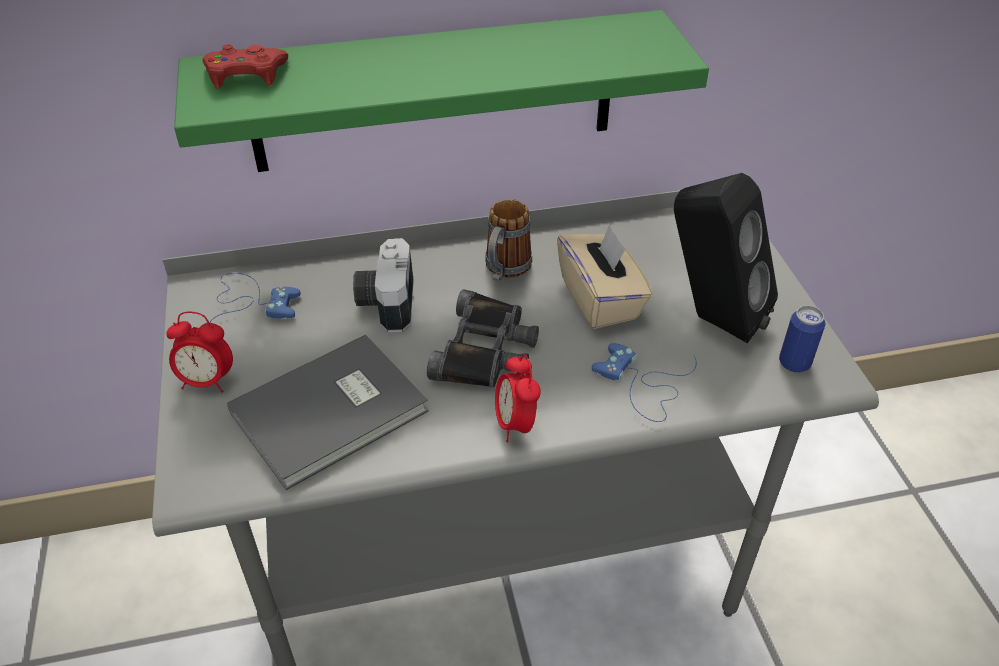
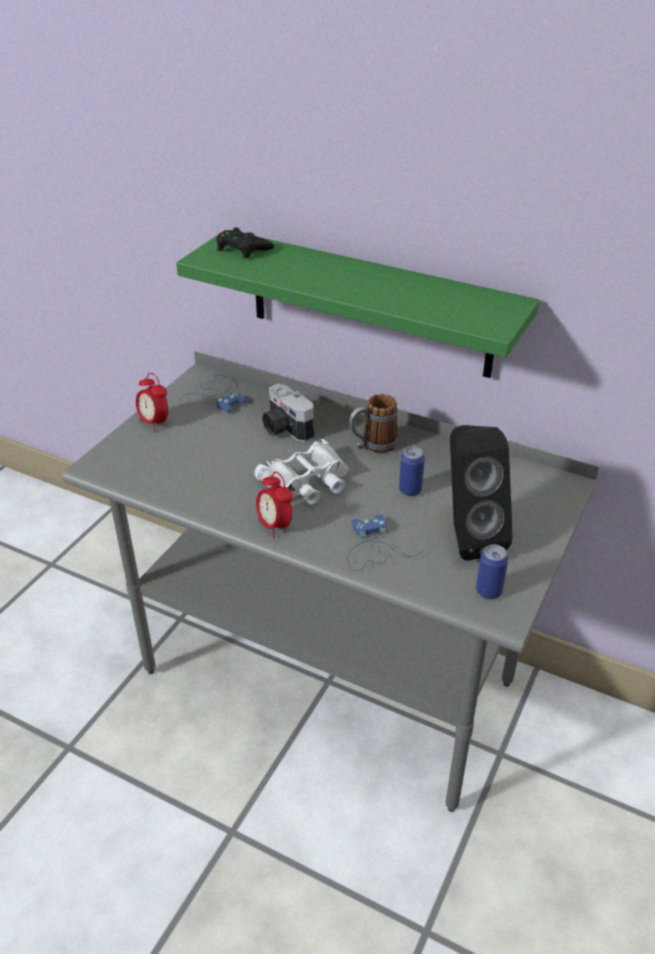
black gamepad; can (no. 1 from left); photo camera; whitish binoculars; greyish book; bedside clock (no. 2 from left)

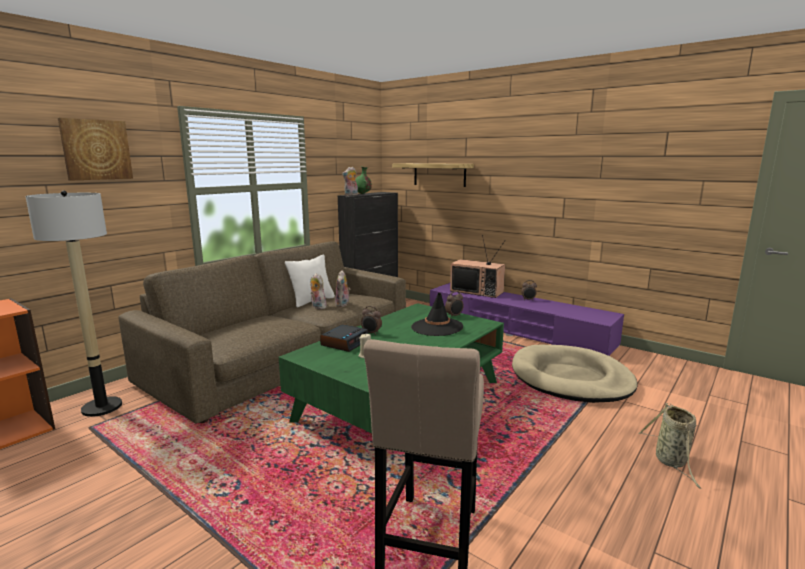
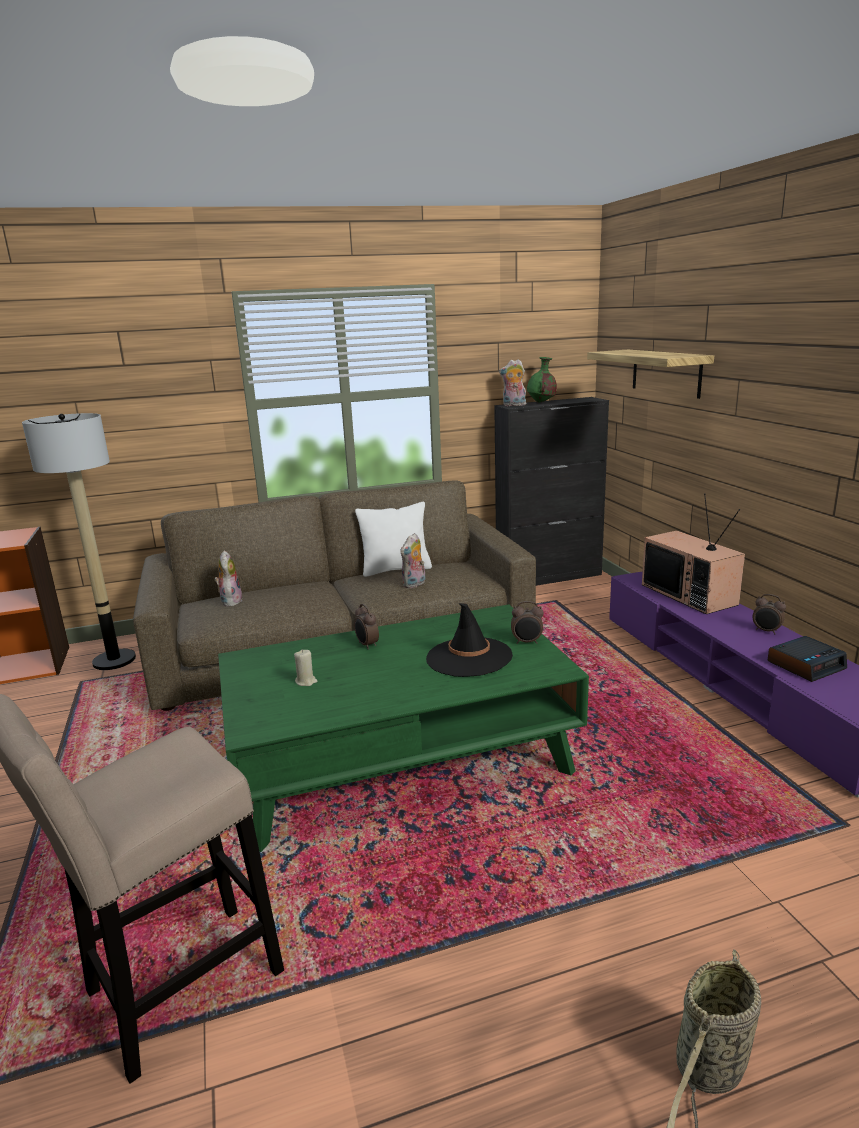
wall art; plush toy (no. 1 from left); bedside clock (no. 4 from left); beige dog cushion

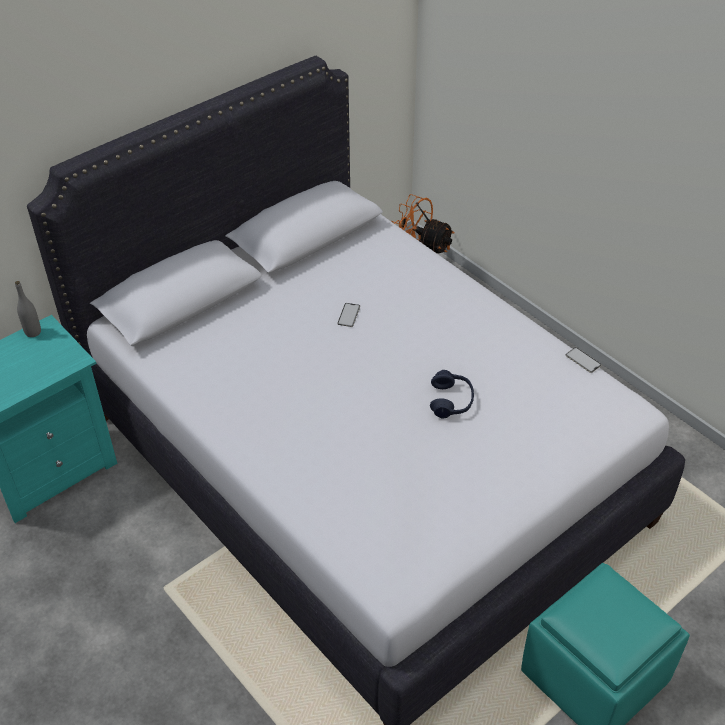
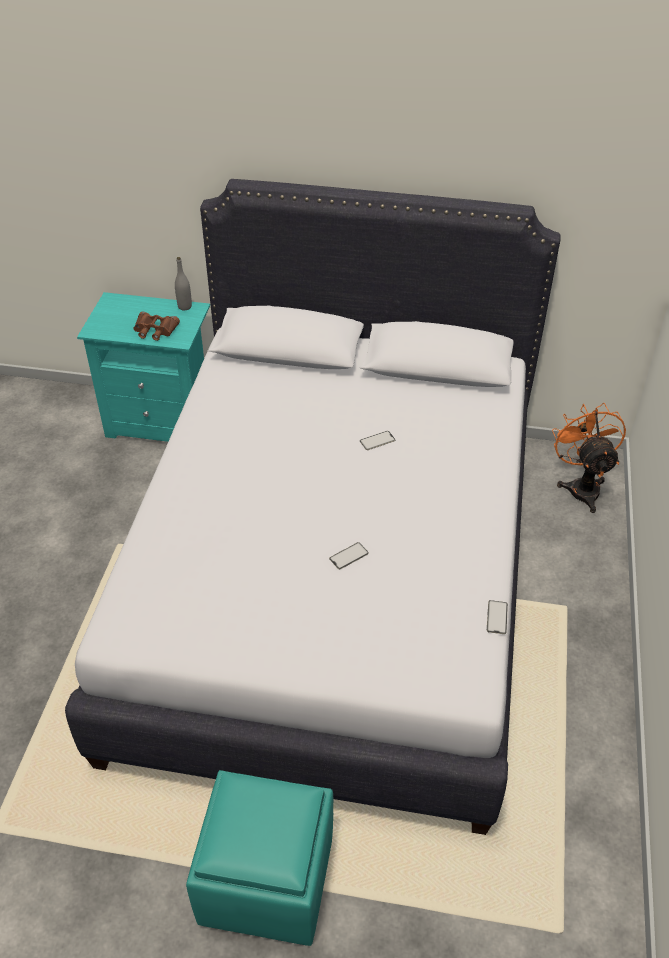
handset (no. 1 from left); brown-coloured binoculars

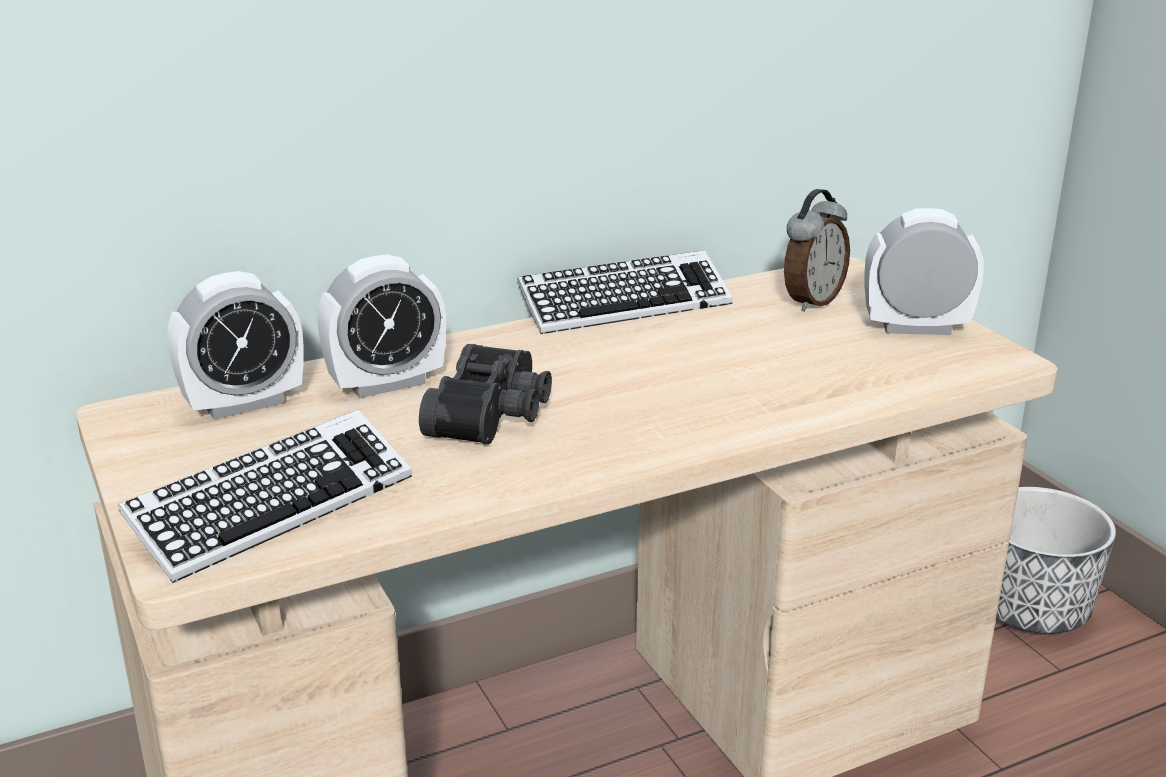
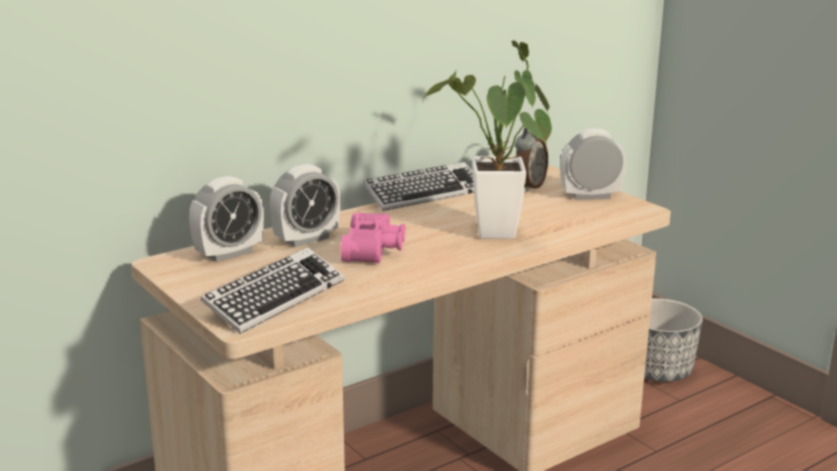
pink-coloured binoculars; houseplant

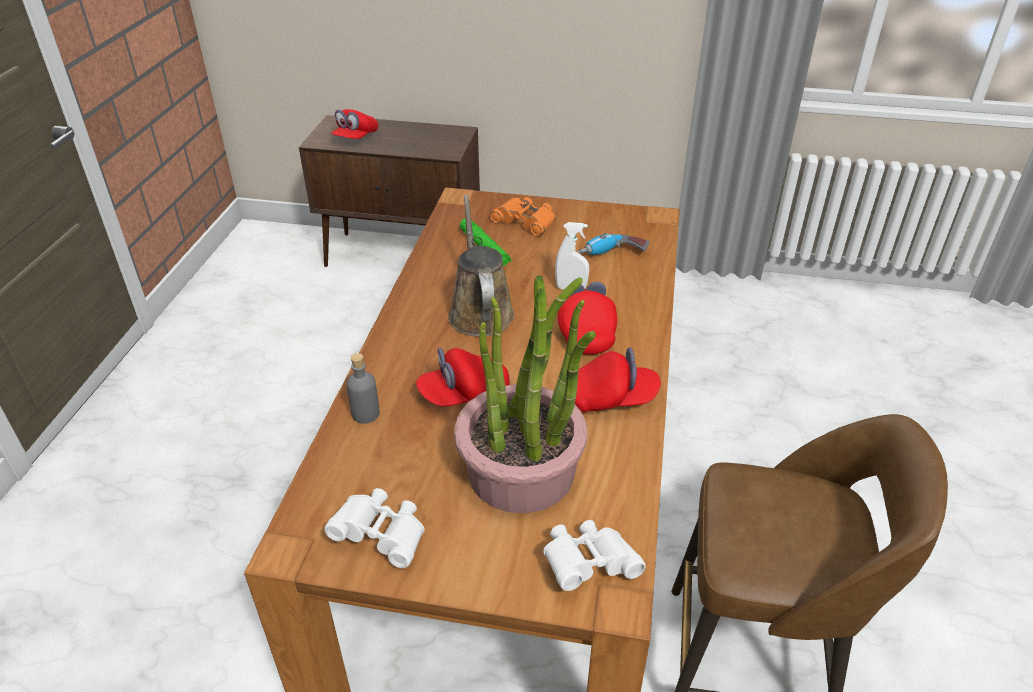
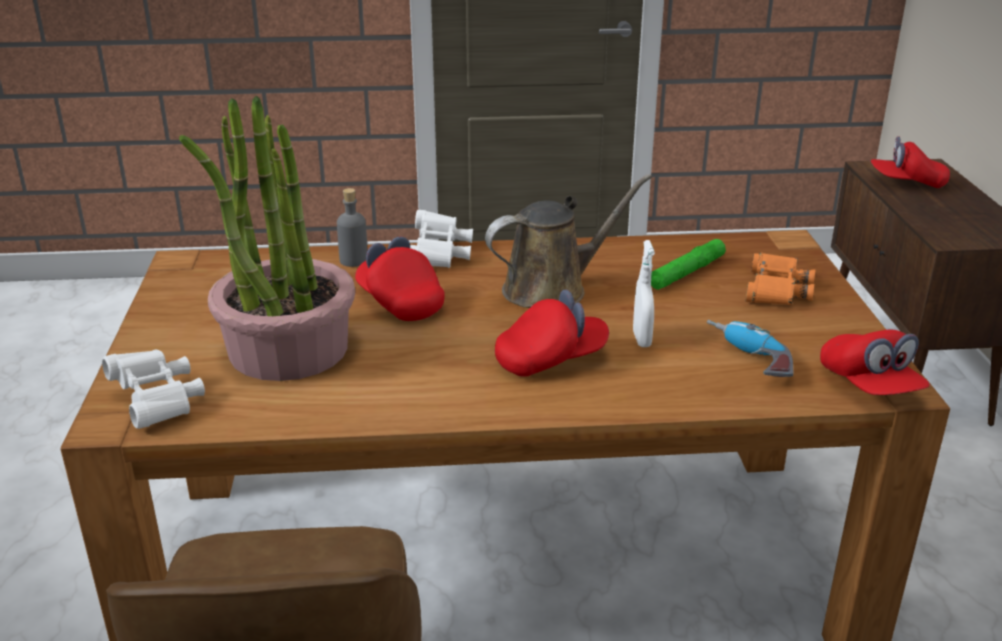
reddish baseball cap (no. 3 from left); whitish binoculars (no. 2 from left)

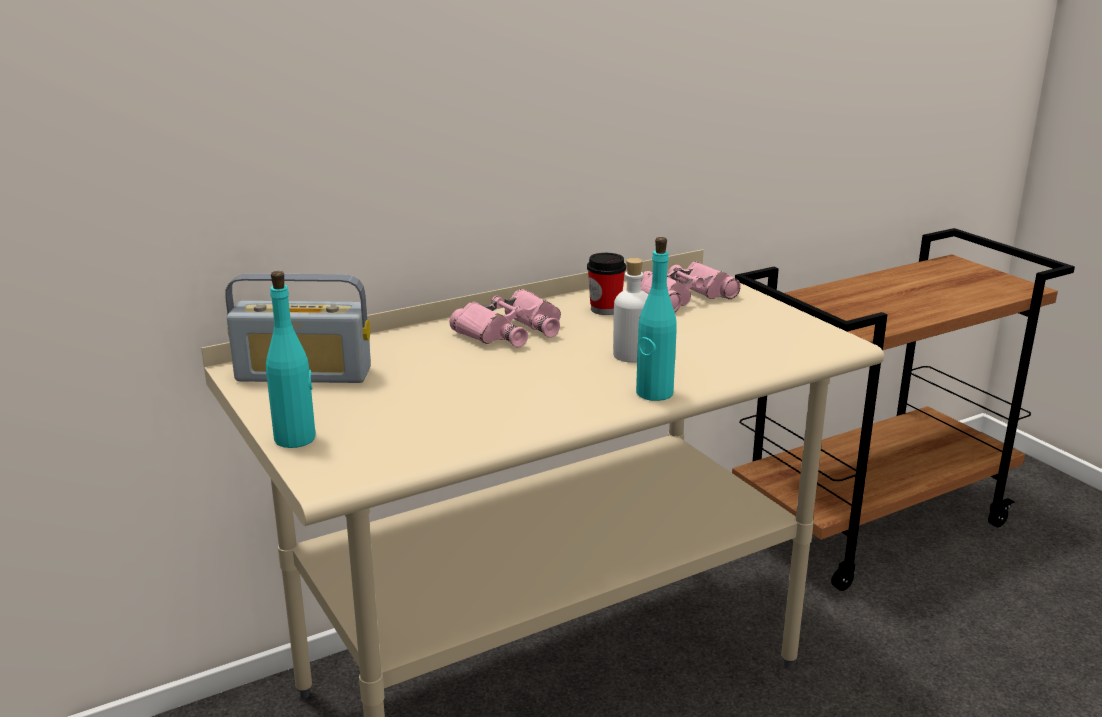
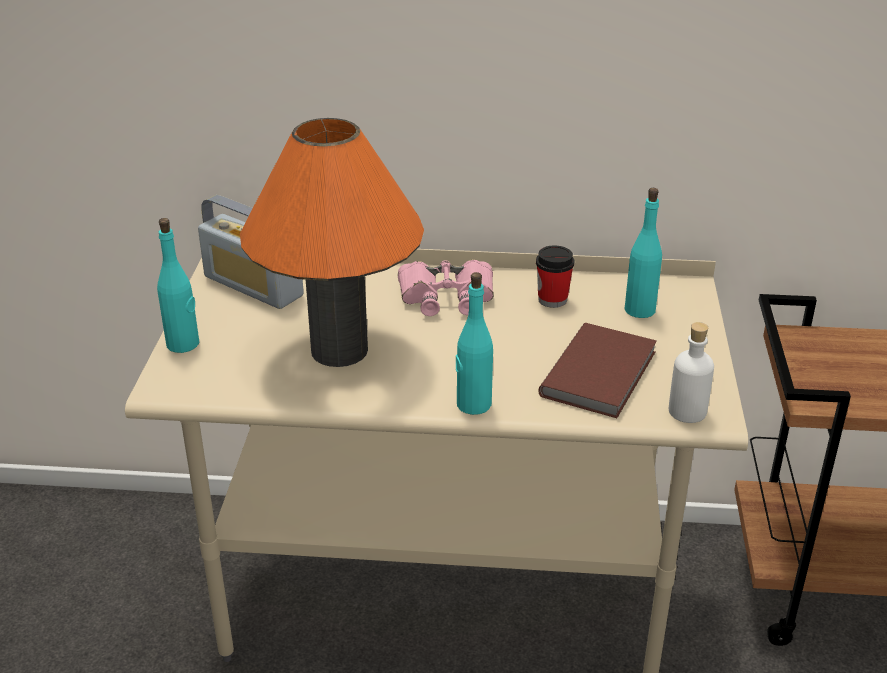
whitish beverage bottle; turquoise beverage bottle (no. 3 from left); orange lamp for a table; brown-coloured book

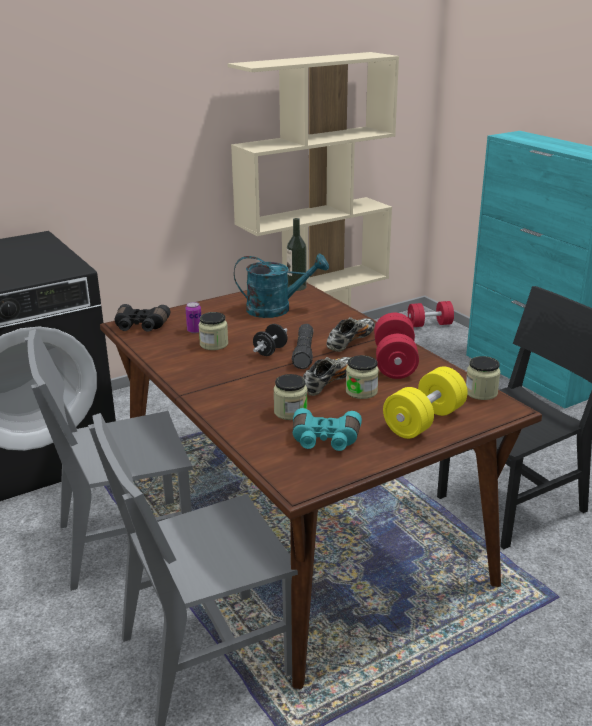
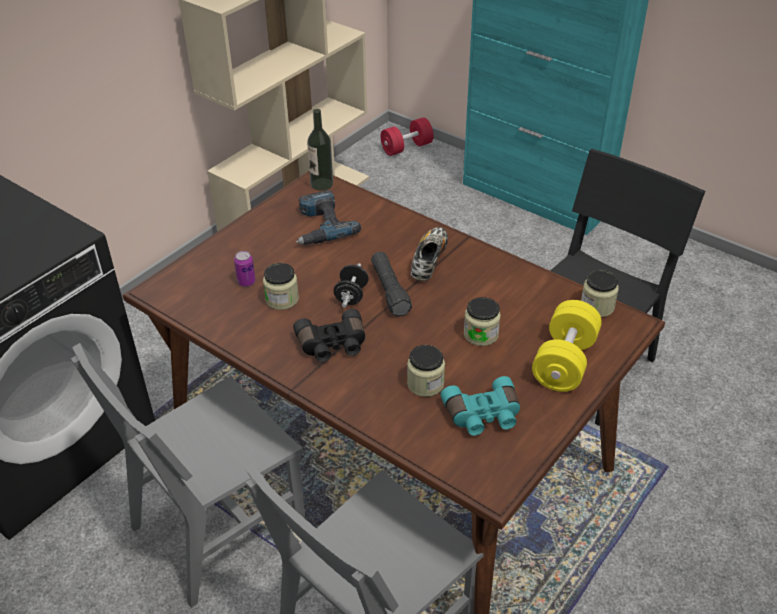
electric drill; black binoculars; reddish free weight (no. 1 from left in the first image); low shoe (no. 1 from left in the first image)

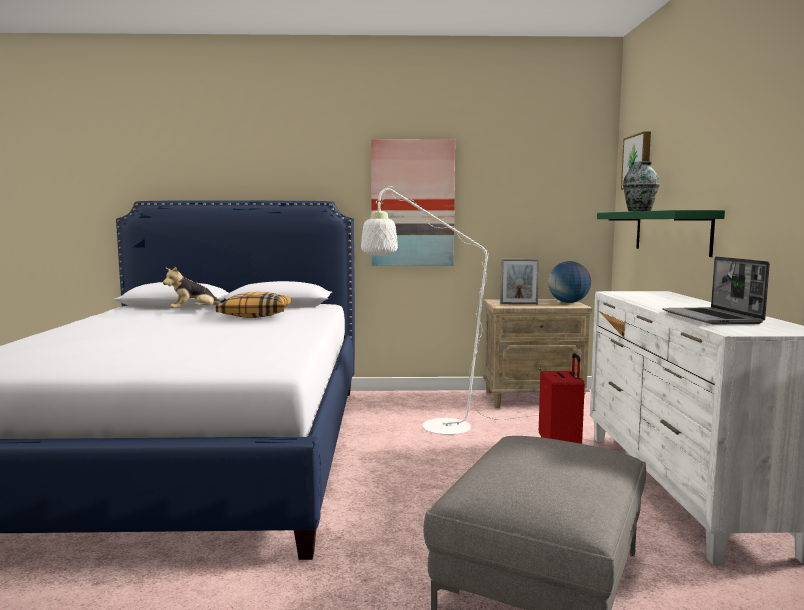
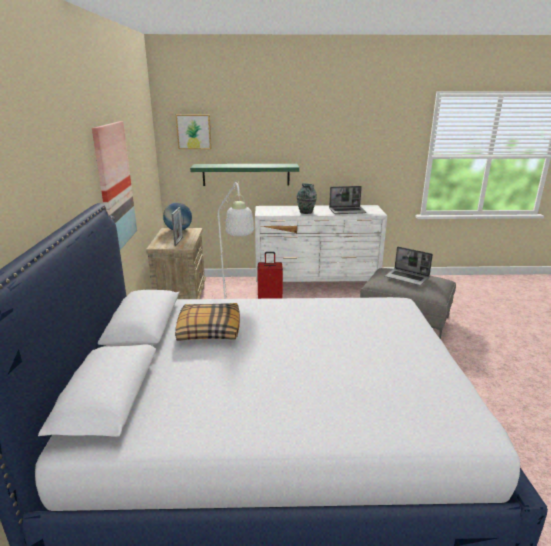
flower vase; plush toy; notebook computer (no. 2 from left)

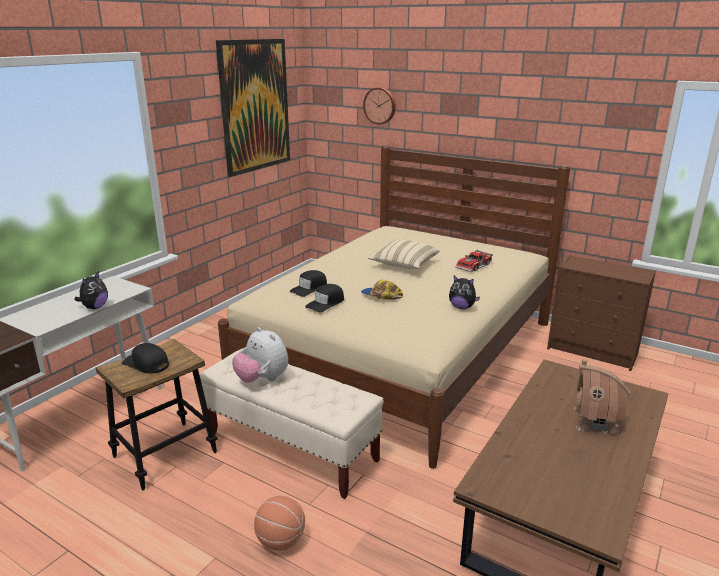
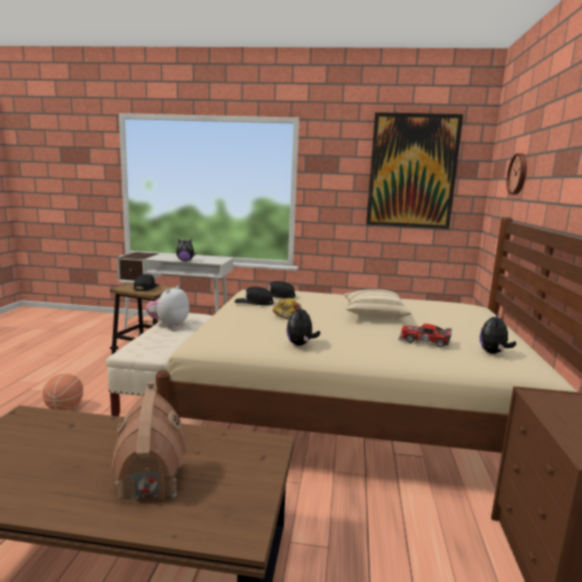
plush toy (no. 4 from left)

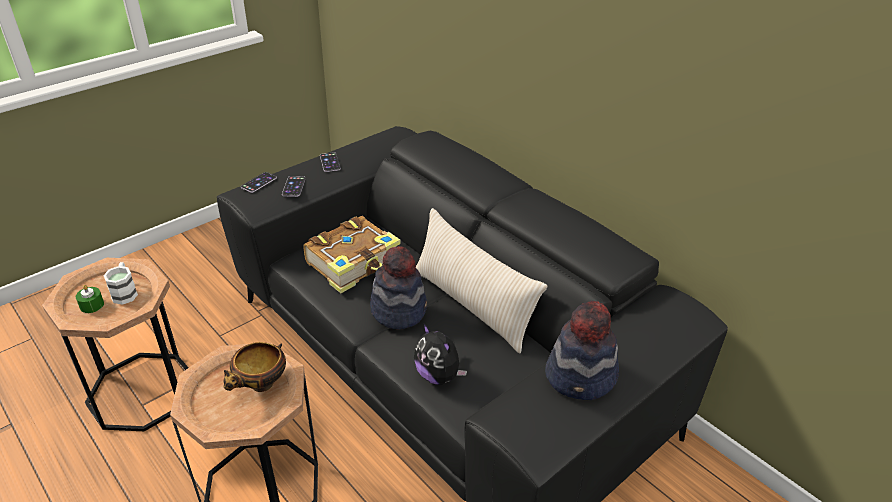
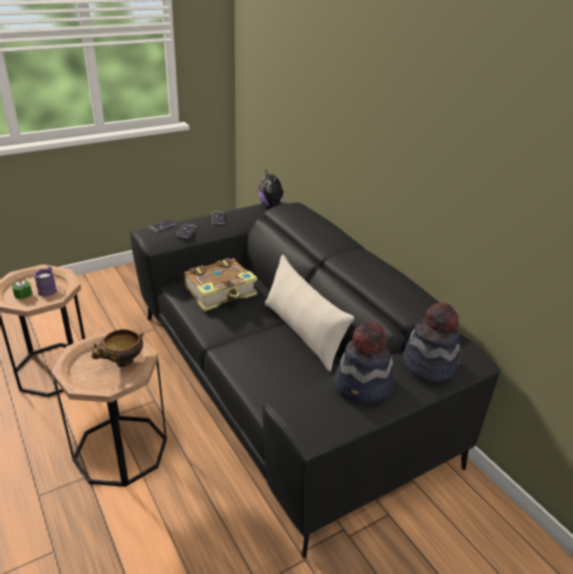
wearable hat (no. 2 from left); purple-coloured coffee mug; plush toy

